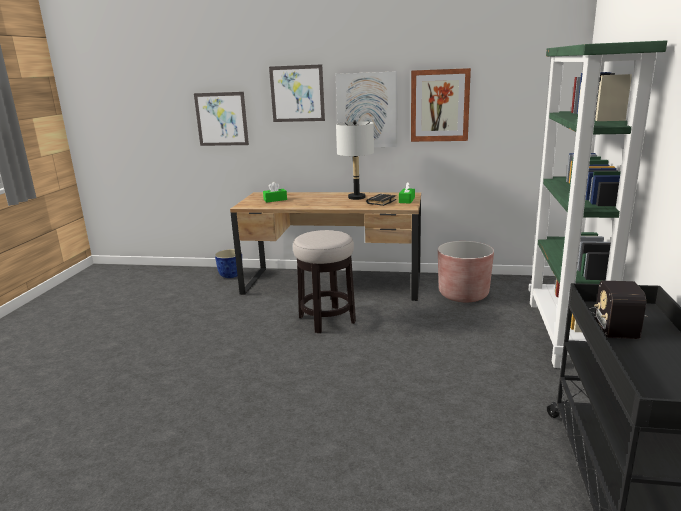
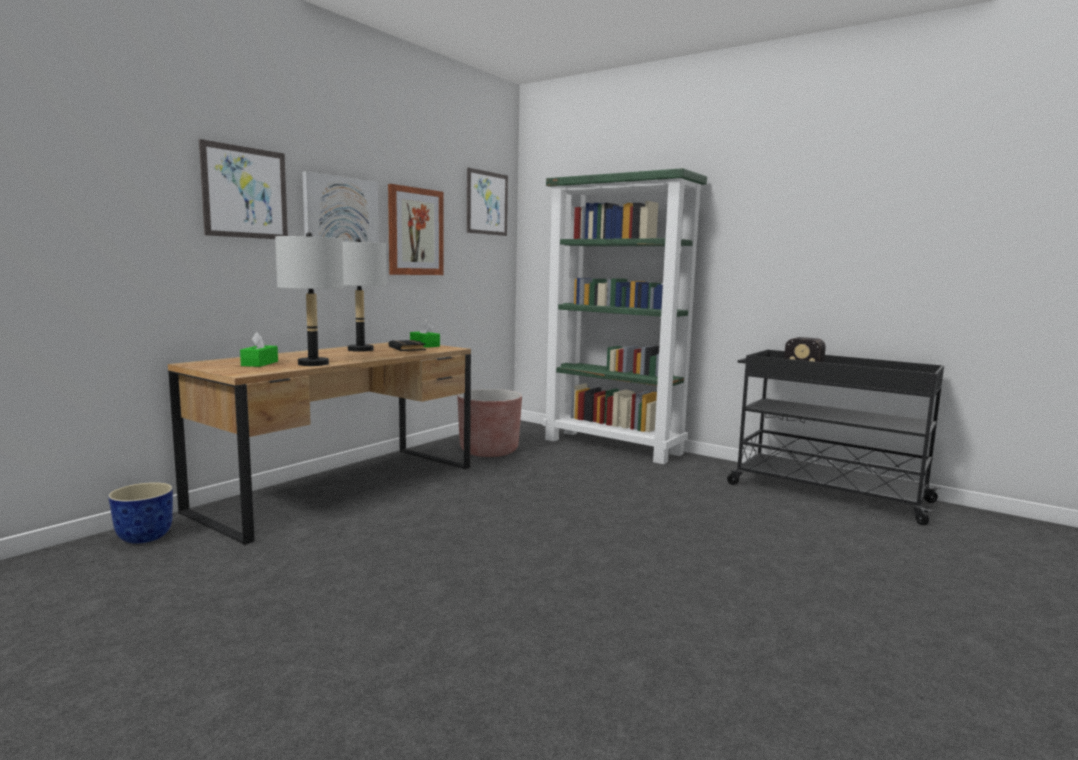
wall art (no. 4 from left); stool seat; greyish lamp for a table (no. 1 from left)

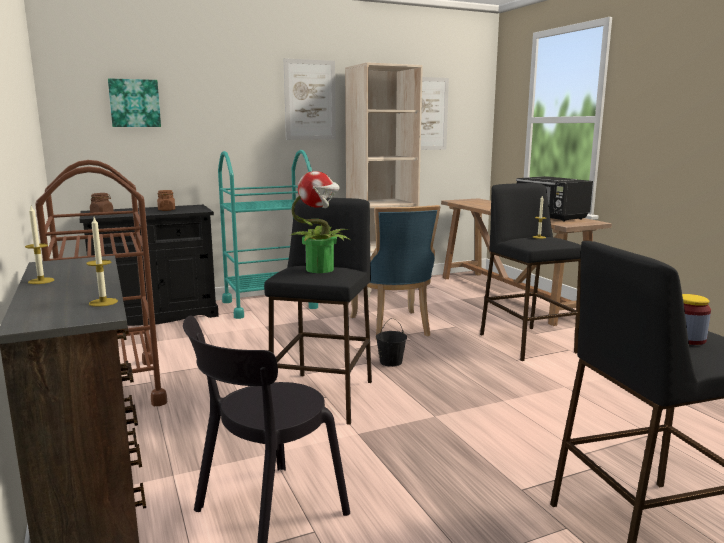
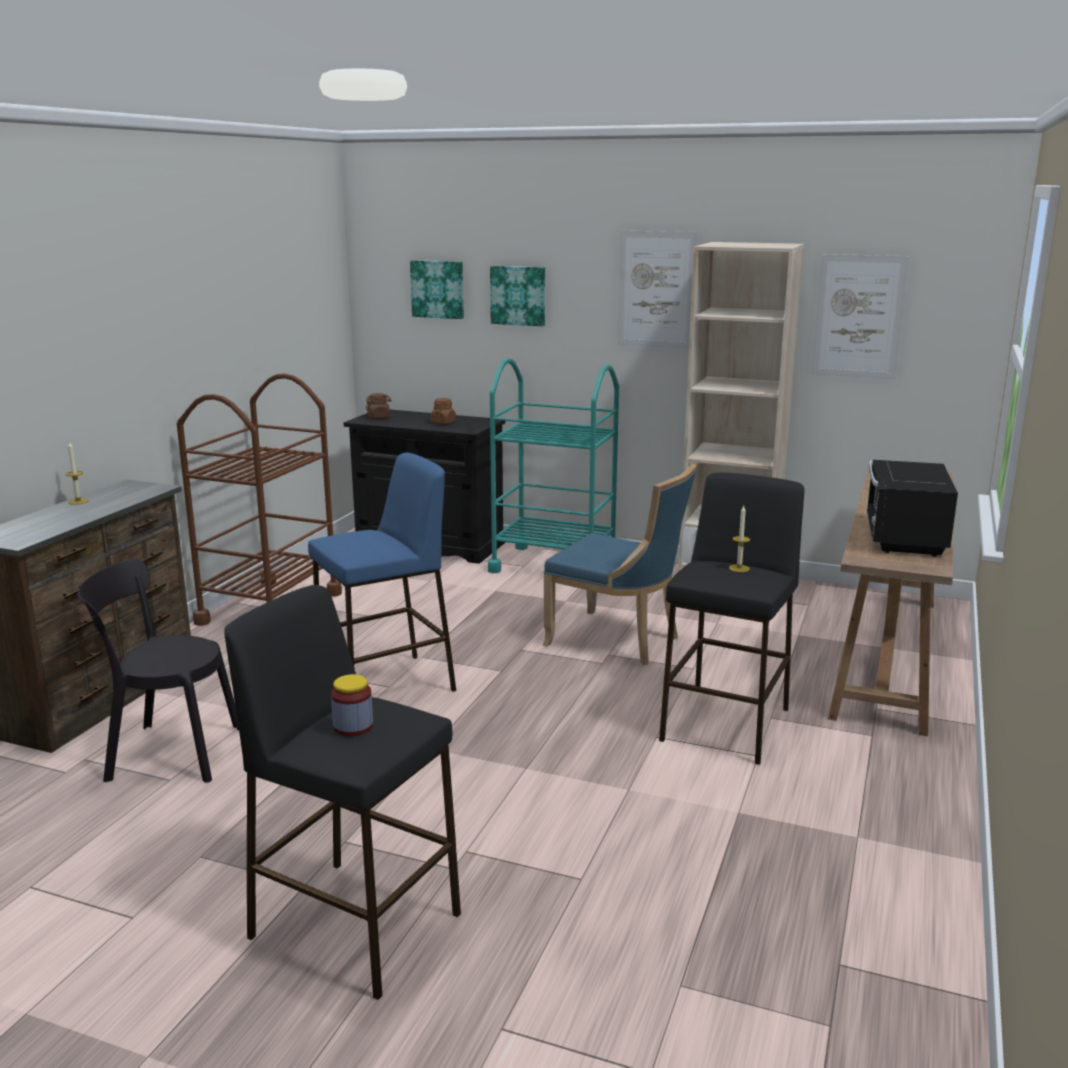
houseplant; blue-coloured stool seat; blue-coloured upright chair; candle (no. 2 from left in the first image); black pail; wall art (no. 2 from left)

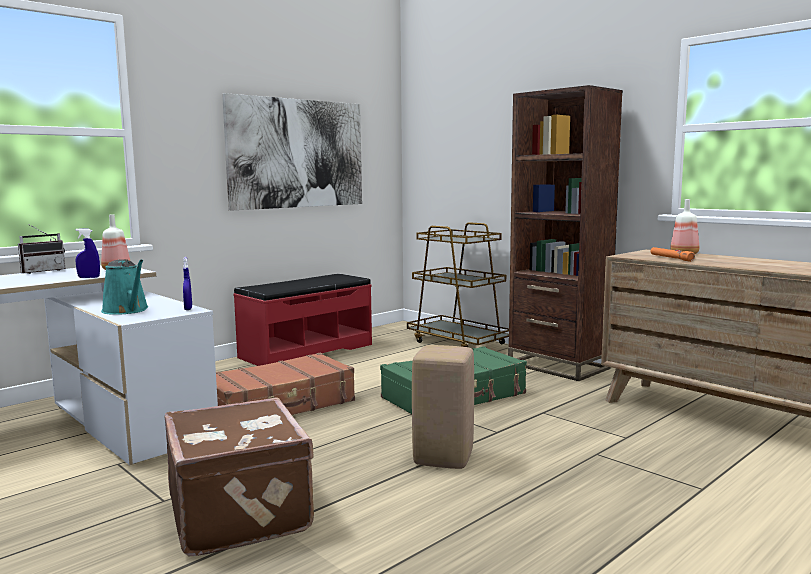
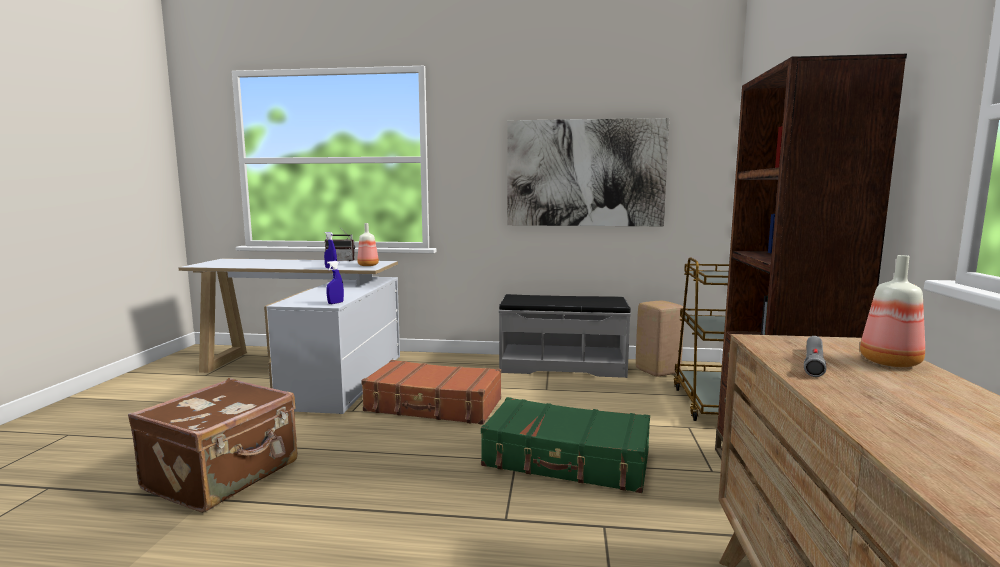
greyish torch; turquoise watering pot; greyish bench; beige stool seat

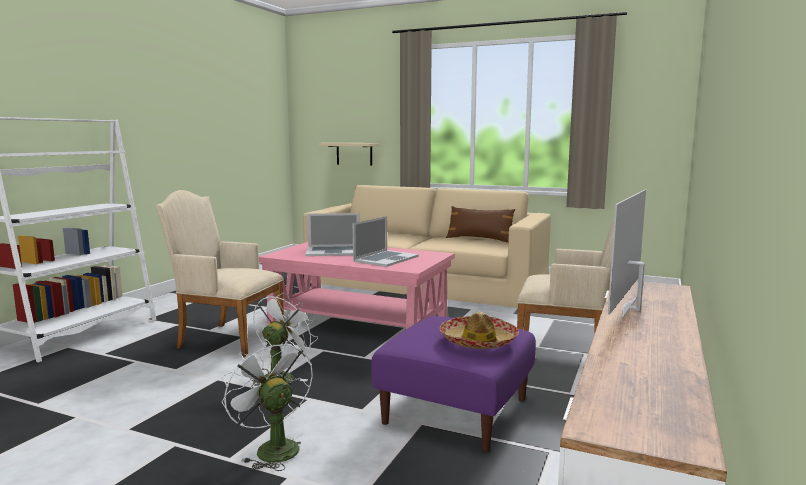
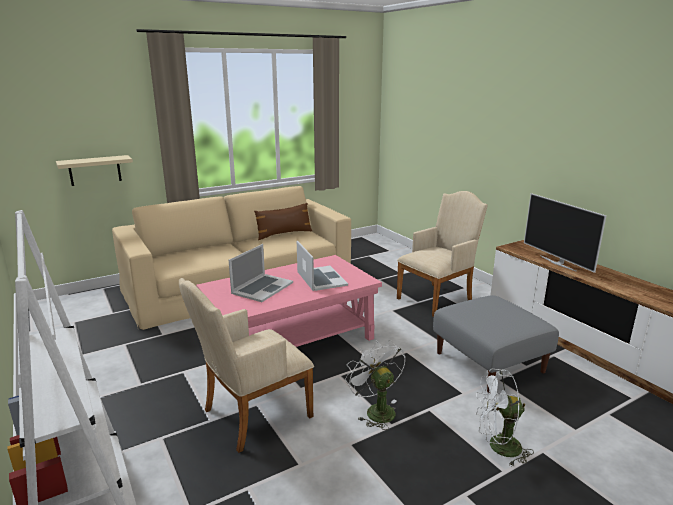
wearable hat; greyish pouffe

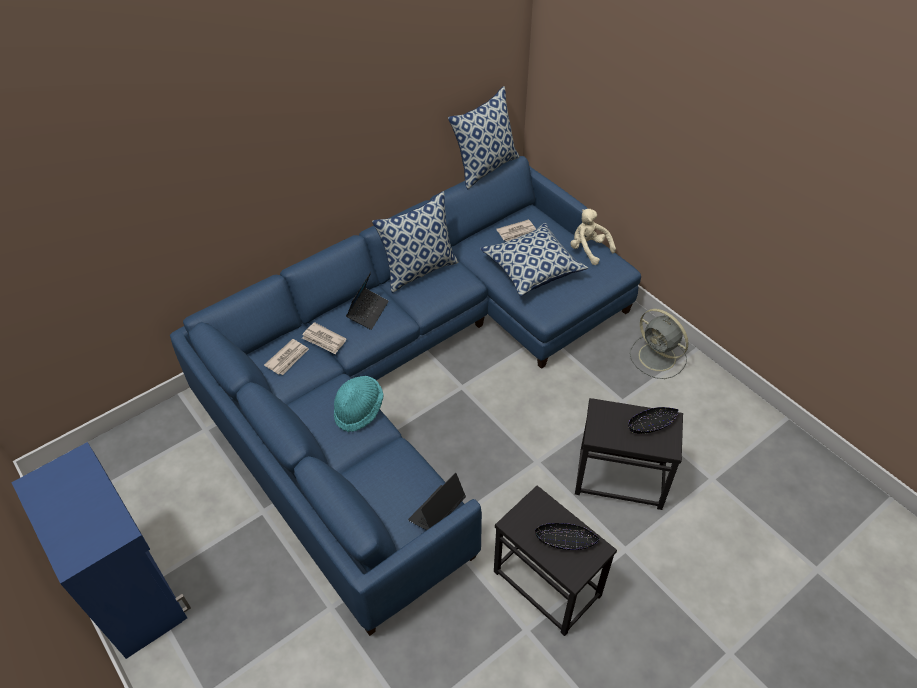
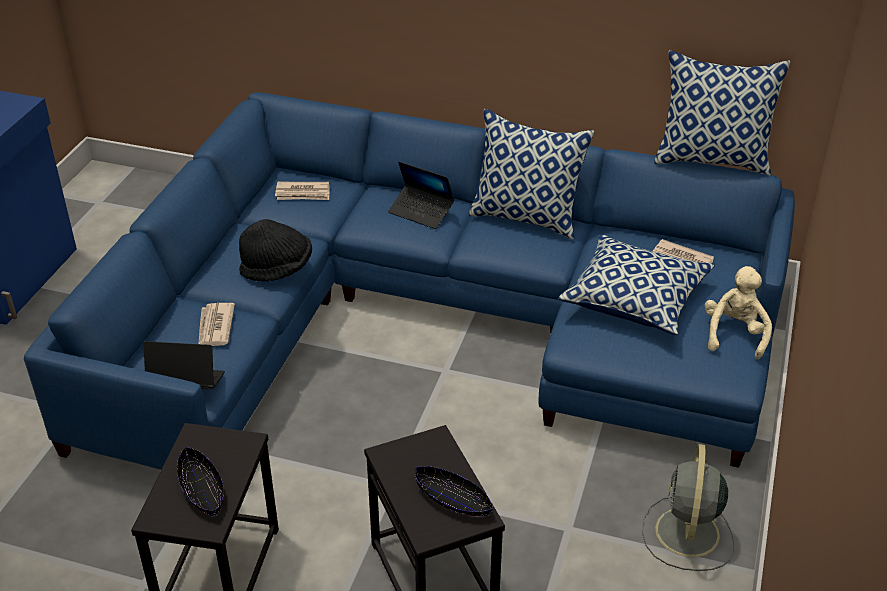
notebook computer (no. 2 from left); newspaper (no. 1 from left); black wearable hat

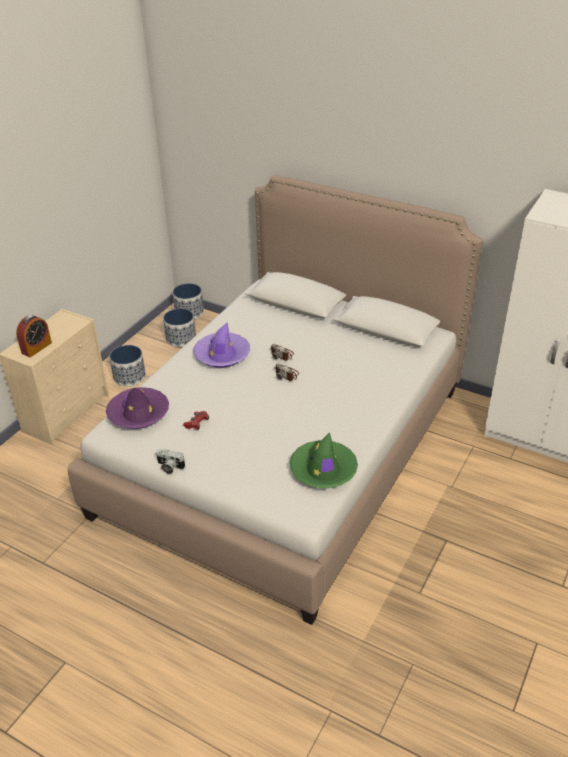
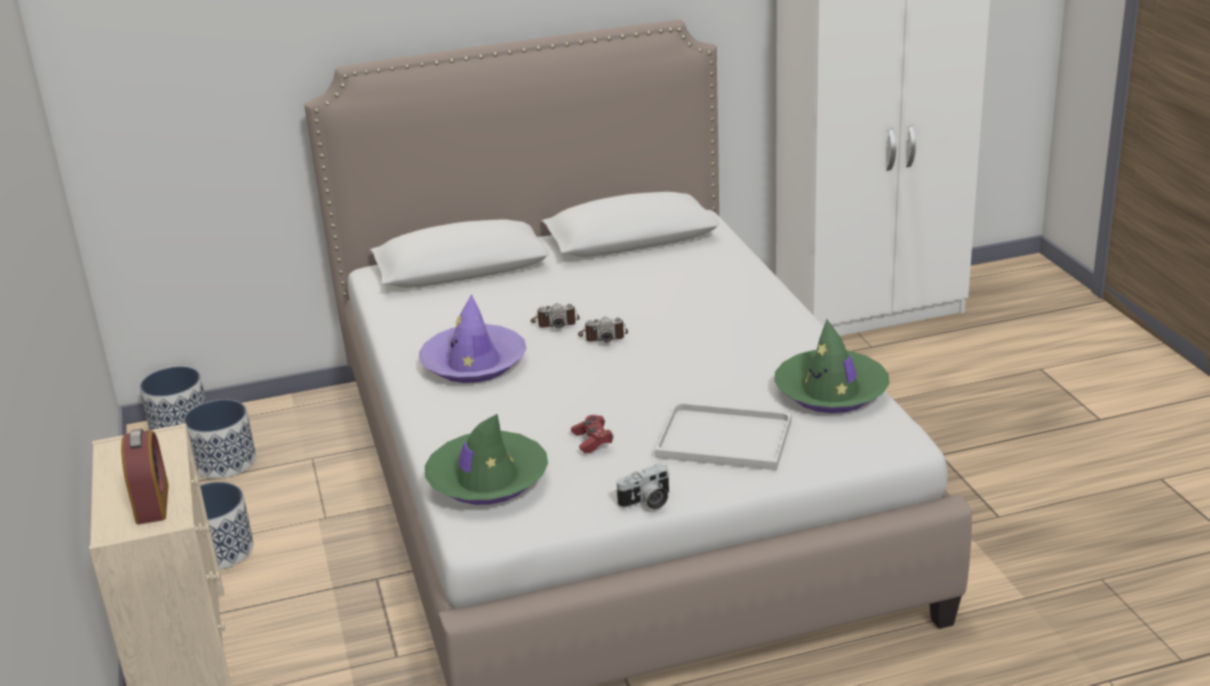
greenish wearable hat (no. 1 from left); whitish serving tray

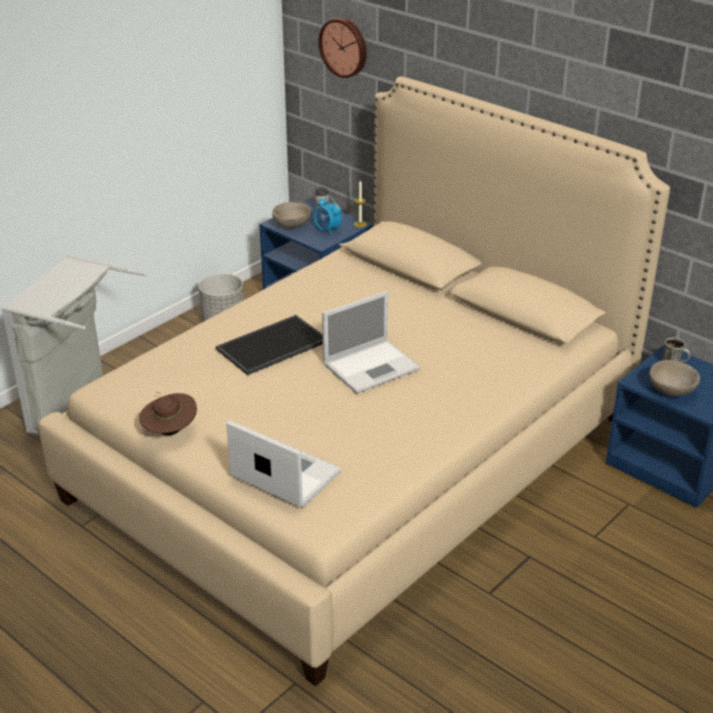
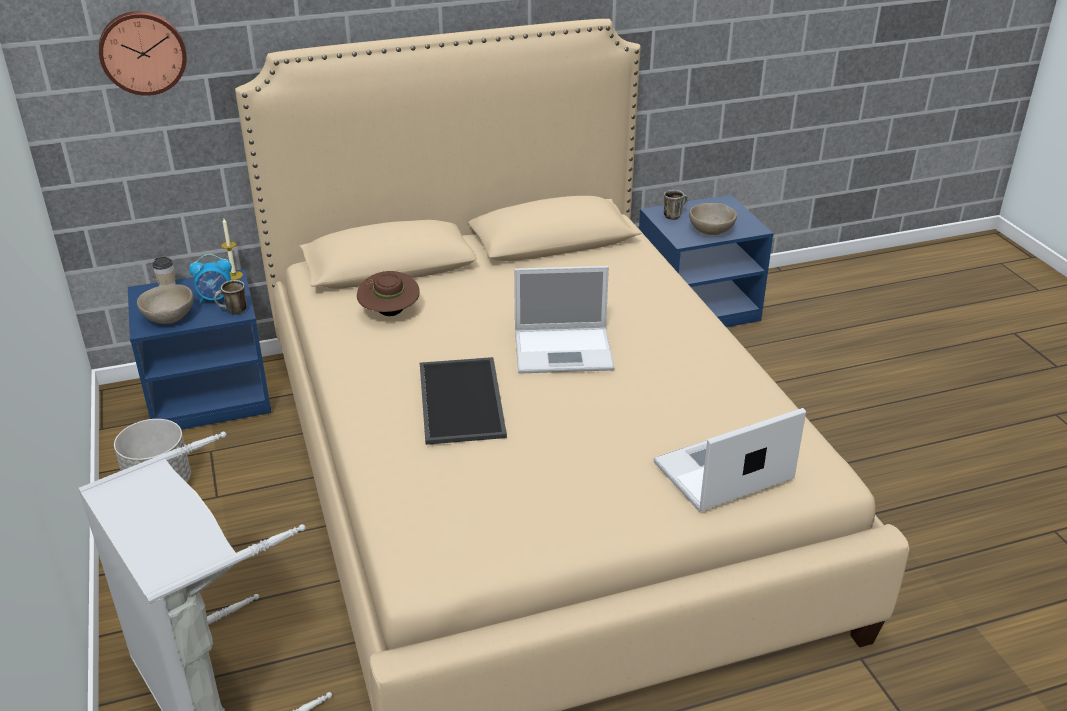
notebook computer (no. 1 from left); brown-coloured wearable hat; coffee mug (no. 1 from left)

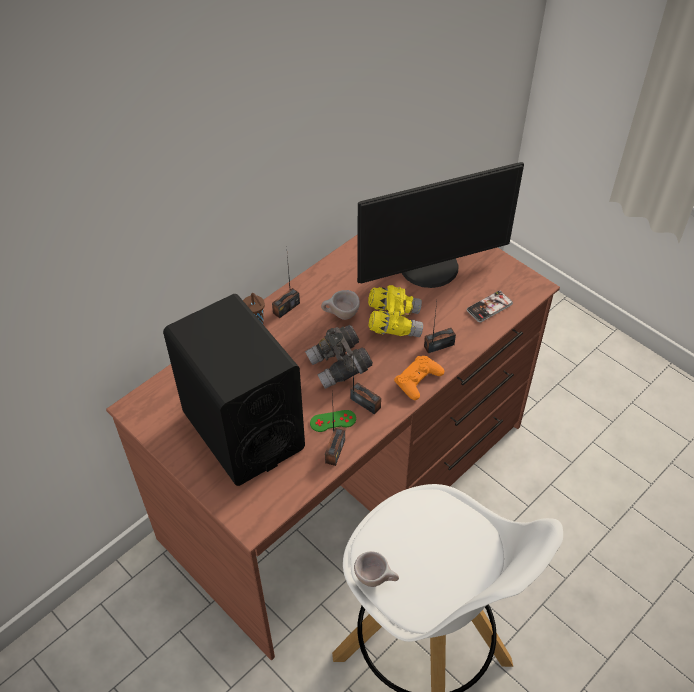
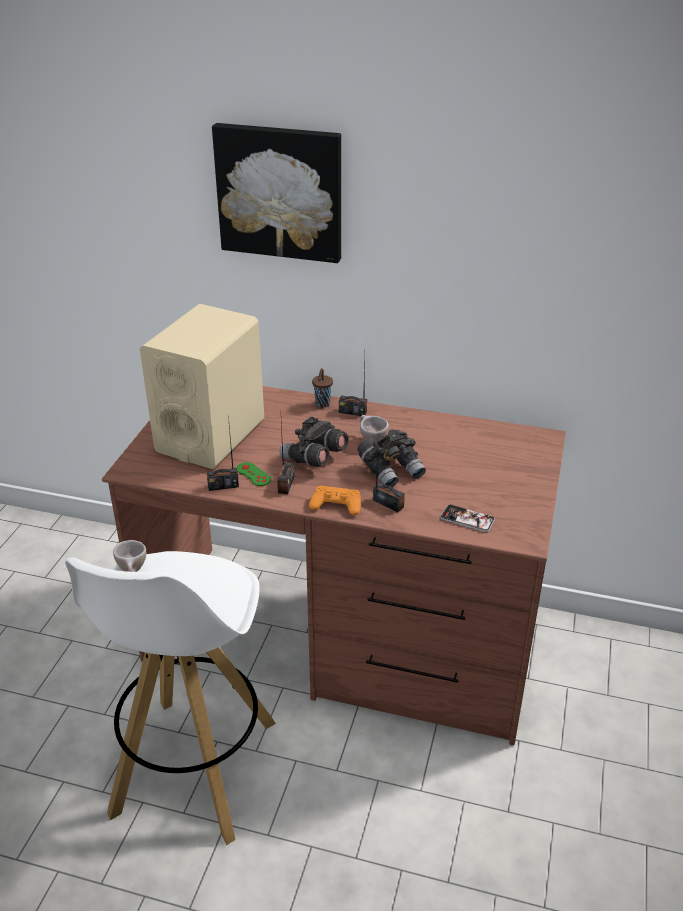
monitor; greyish binoculars (no. 2 from left); beige audio speaker; wall art

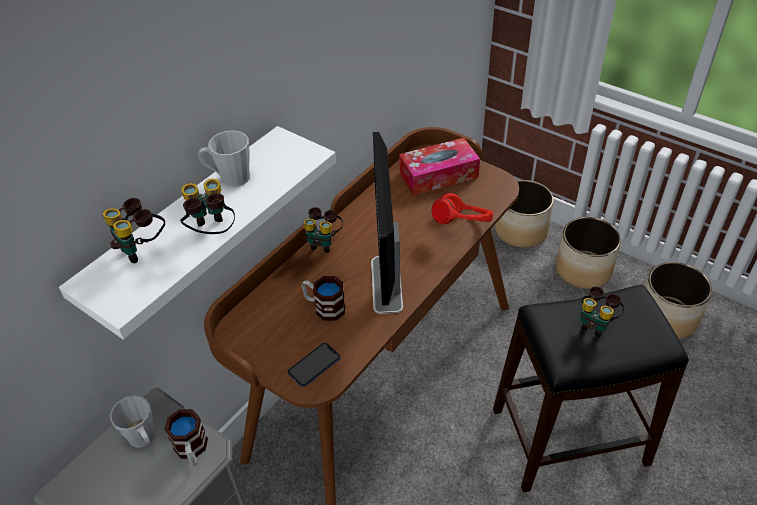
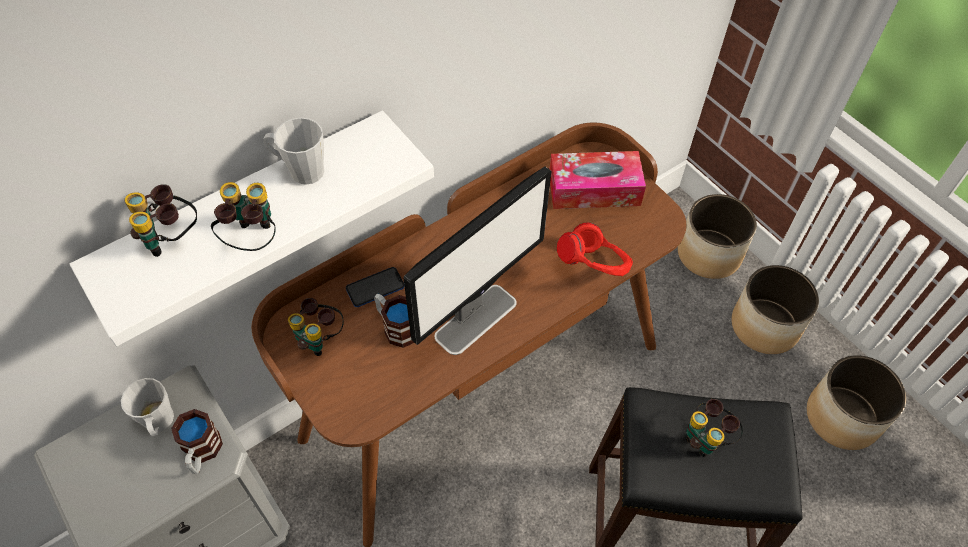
monitor; binoculars (no. 3 from left); handset

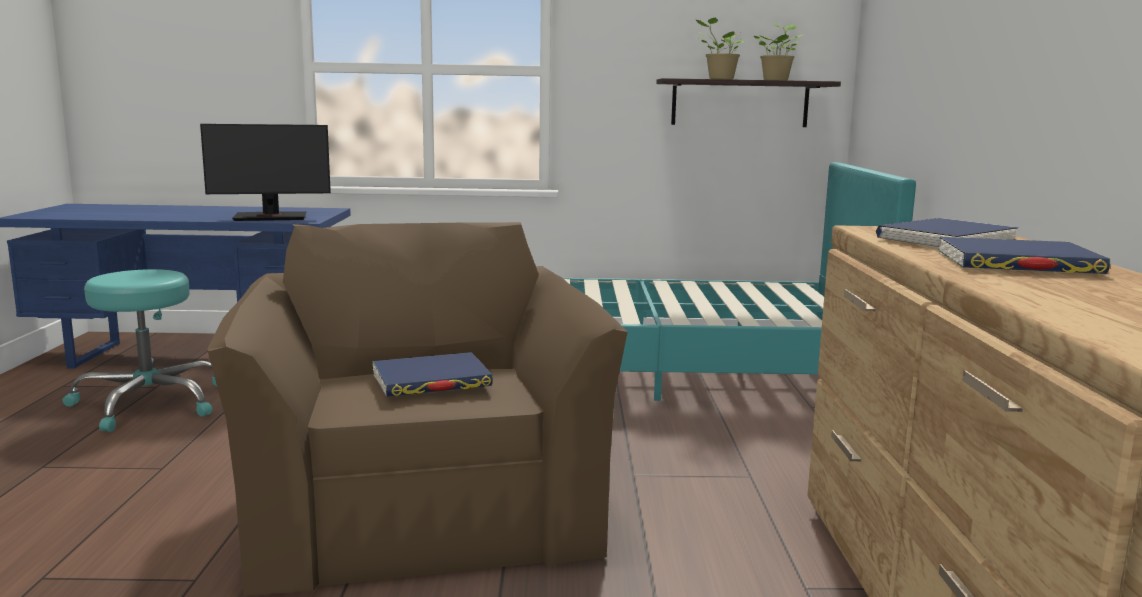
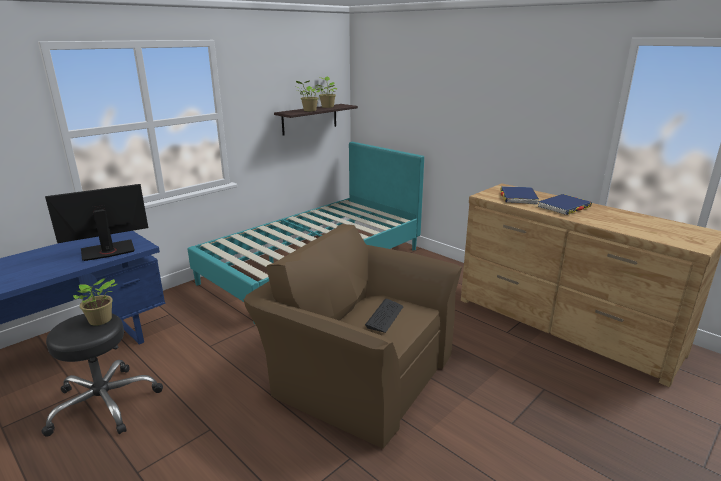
monitor; black stool seat; computer keyboard; houseplant (no. 1 from left)

